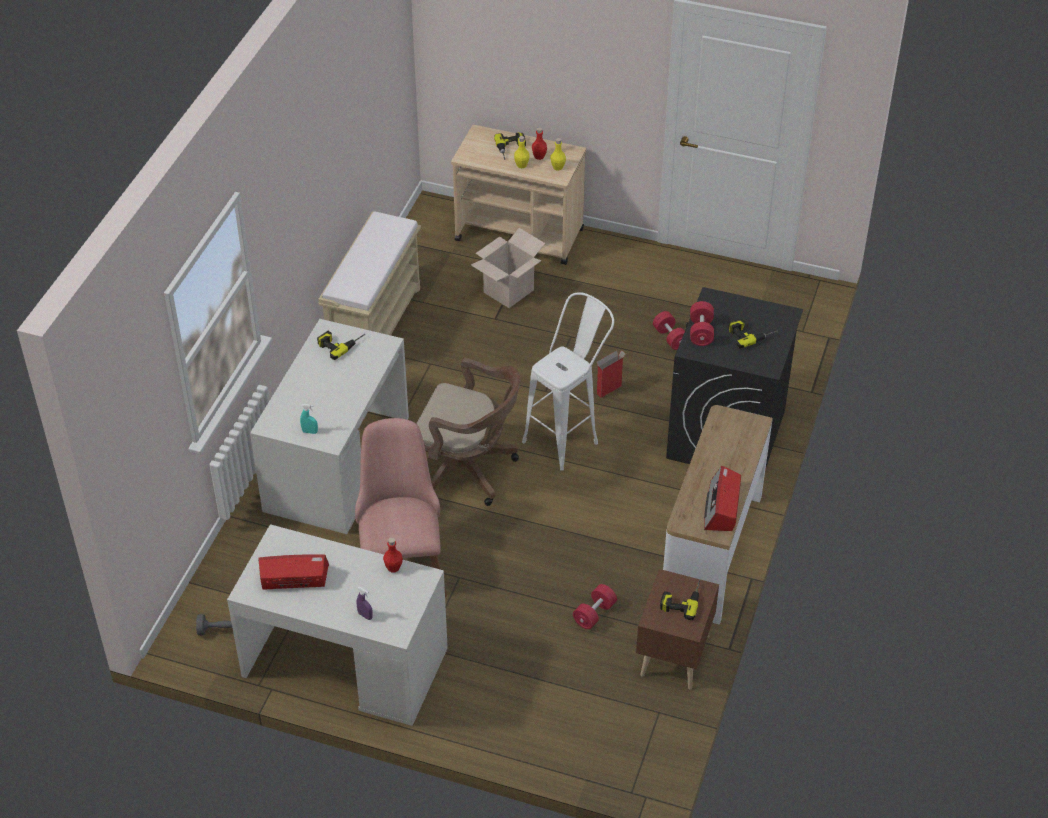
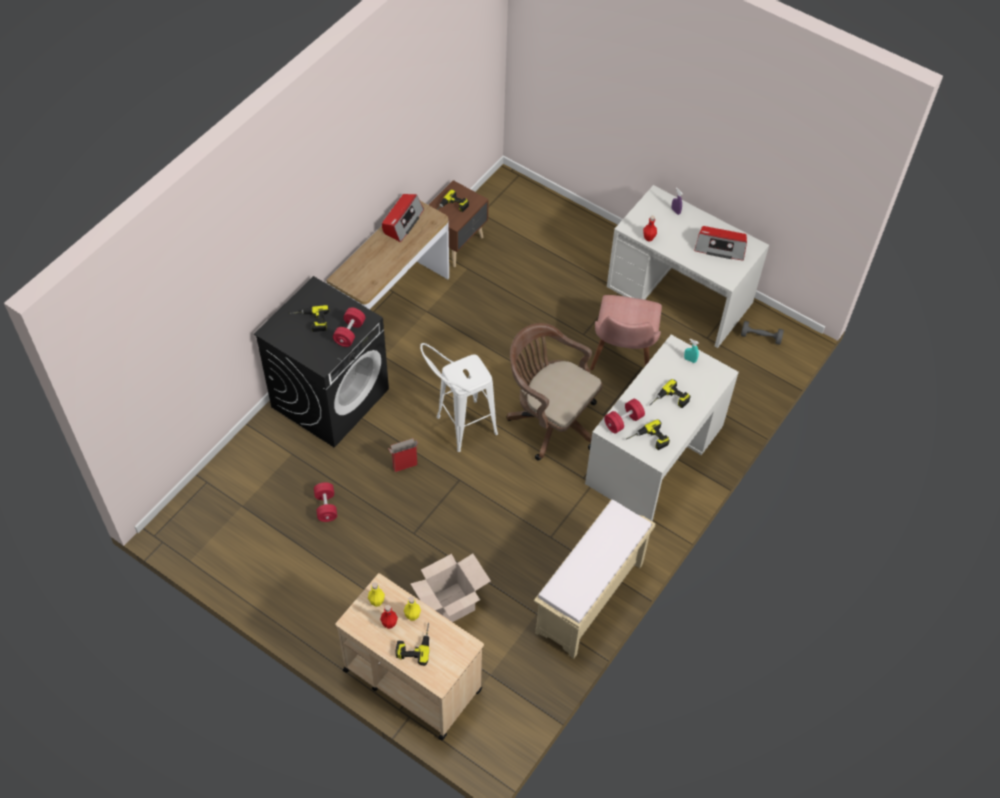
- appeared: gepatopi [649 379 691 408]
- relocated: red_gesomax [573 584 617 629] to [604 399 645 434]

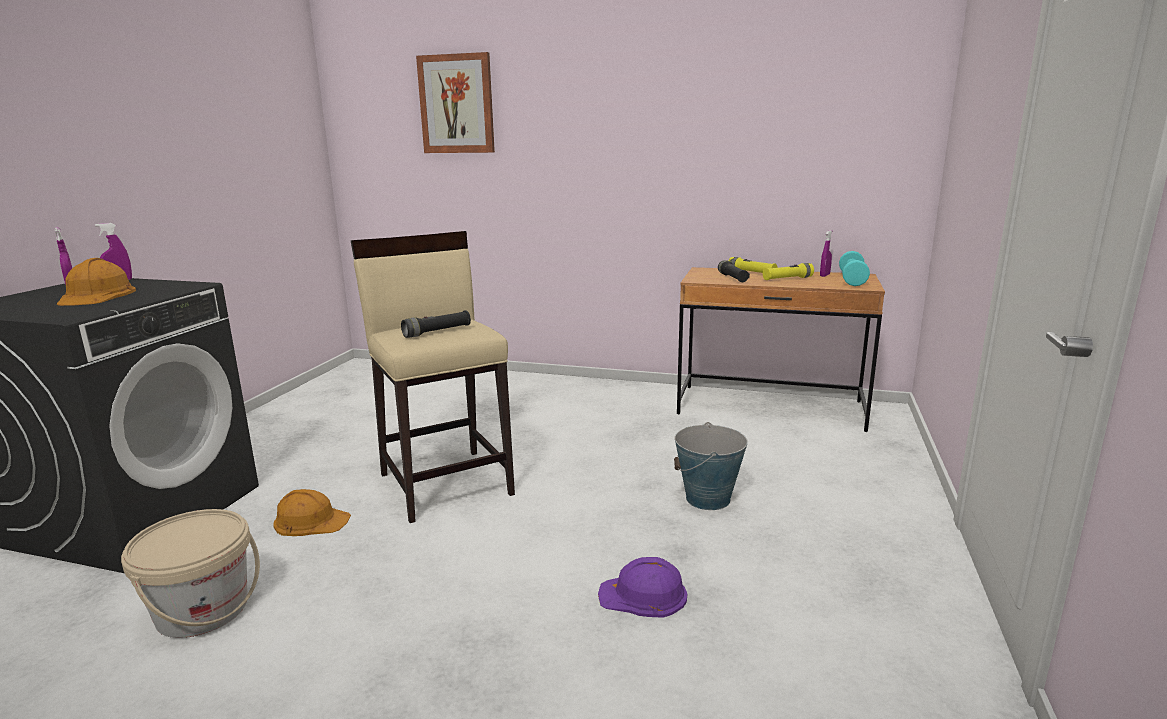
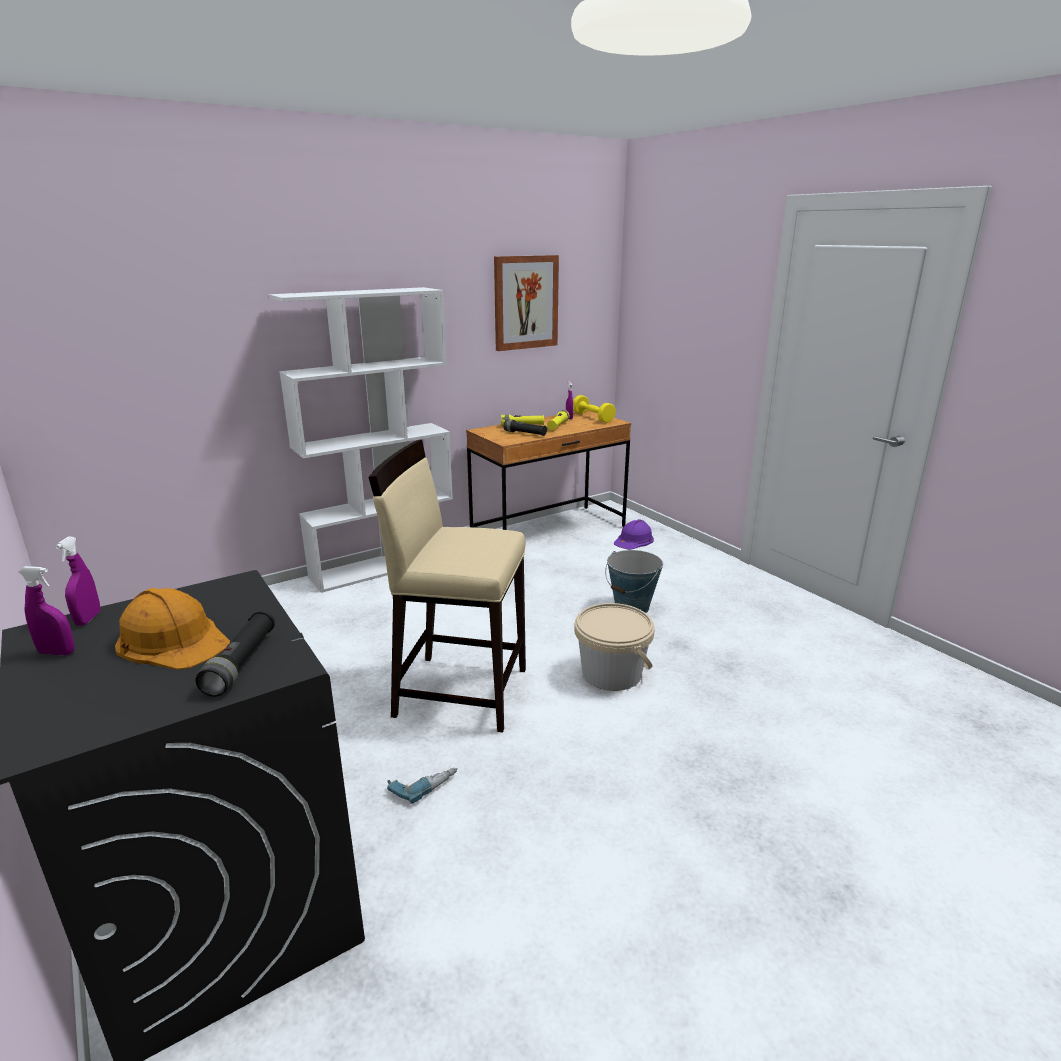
- appeared: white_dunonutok [269 287 453 593]
- relocated: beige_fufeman [121 509 260 638] to [574 603 655 691]
- relocated: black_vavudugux [401 310 471 338] to [195 611 275 697]
- relocated: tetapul [416 52 495 153] to [494 255 559 351]
- relocated: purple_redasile [598 557 687 618] to [614 519 654 550]
- exchanged: orange_redasile [273 489 351 536] to gepatopi [387 767 458 804]
- colour: turquoise_gesomax [839 251 870 286] to yellow_gesomax [573 395 616 423]

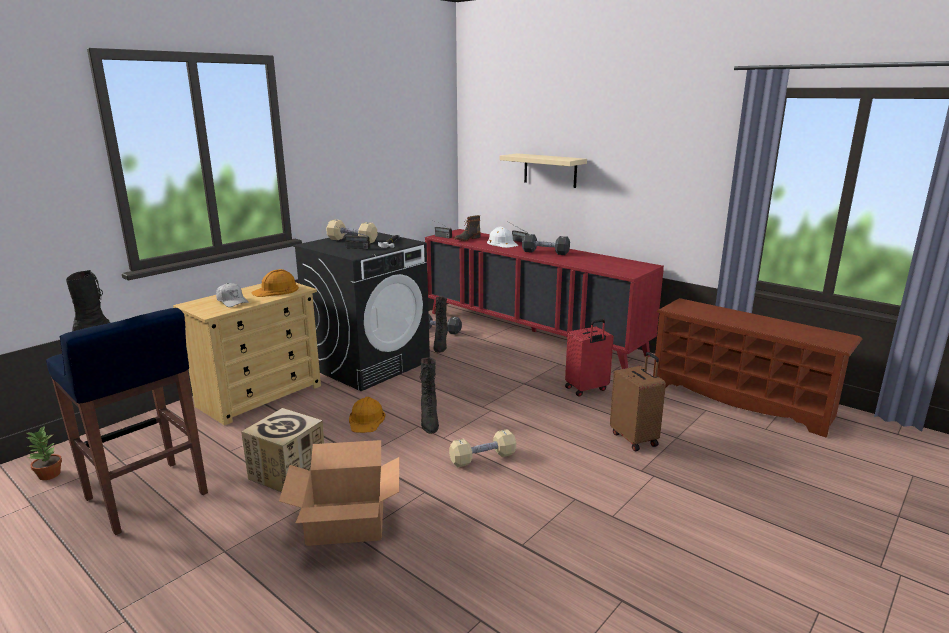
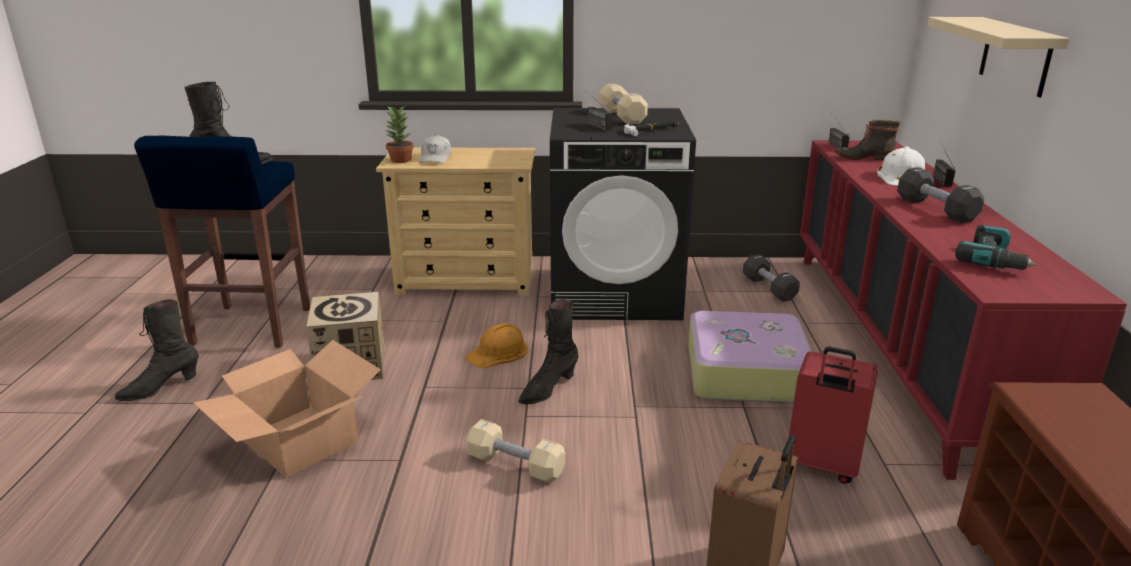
- missing: orange_redasile [251 269 299 297]
- appeared: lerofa [688 311 812 404]
- appeared: gepatopi [955 225 1037 270]
- relocated: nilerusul [25 425 62 480] to [386 106 414 163]
- relocated: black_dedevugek [433 296 448 353] to [115 299 199 401]

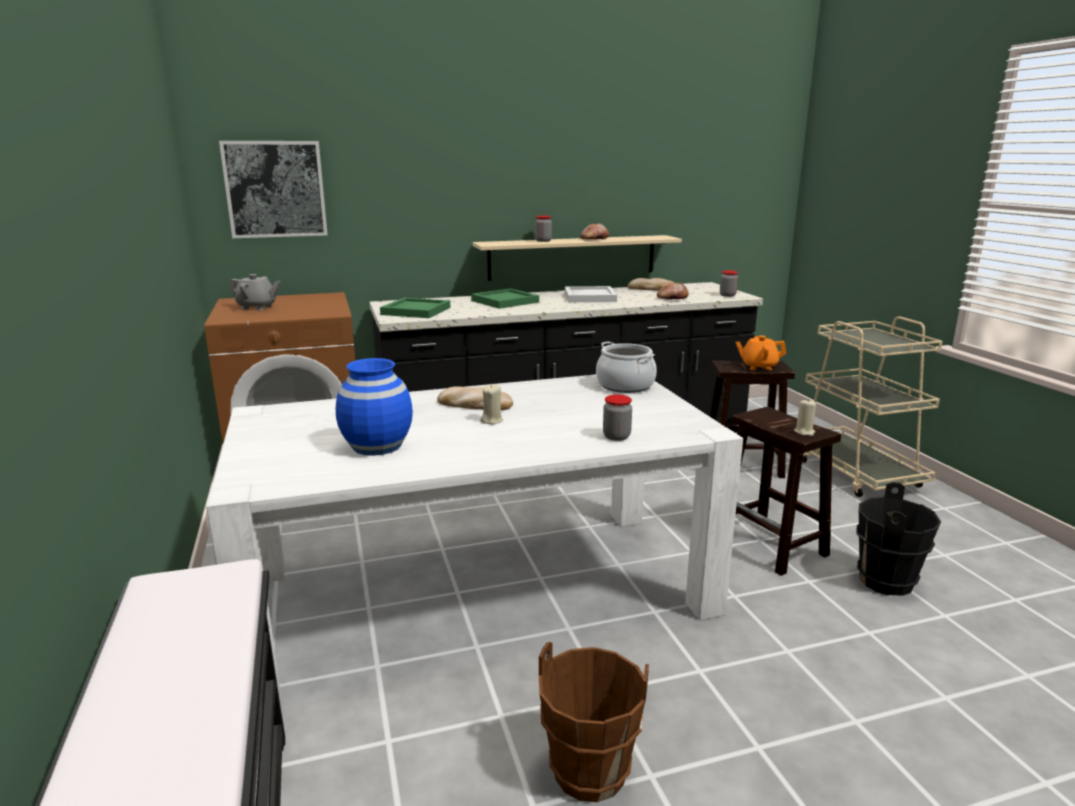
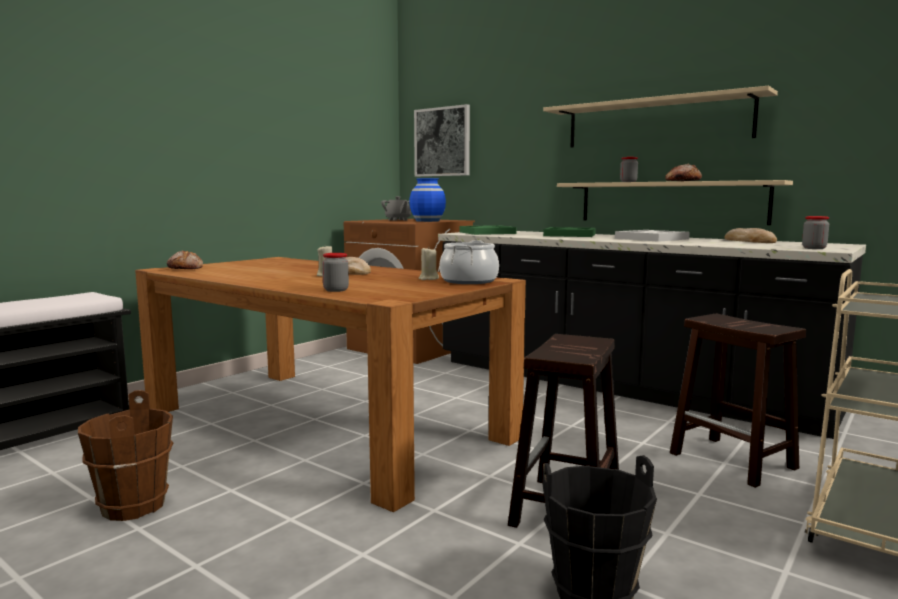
- missing: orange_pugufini [735 335 786 370]
- appeared: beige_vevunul [543 86 778 148]
- relocated: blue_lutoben [336 358 413 456] to [409 178 446 222]
- relocated: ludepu [657 283 689 300] to [167 251 203 269]
- relocated: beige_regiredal [794 399 816 436] to [419 246 439 280]
- colour: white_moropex [206 374 743 693] to brown_moropex [135 257 526 512]

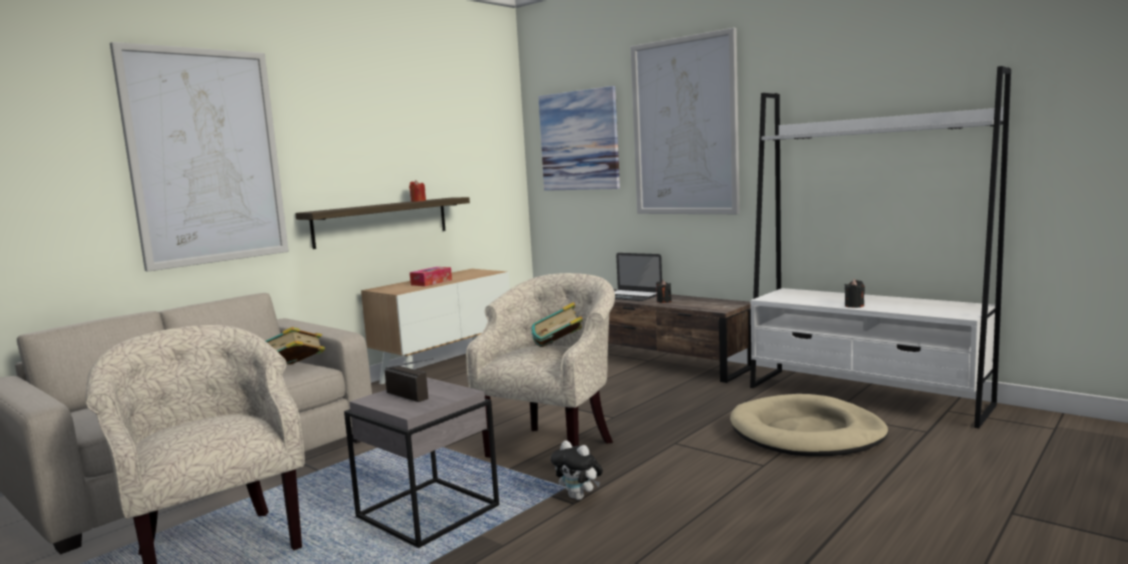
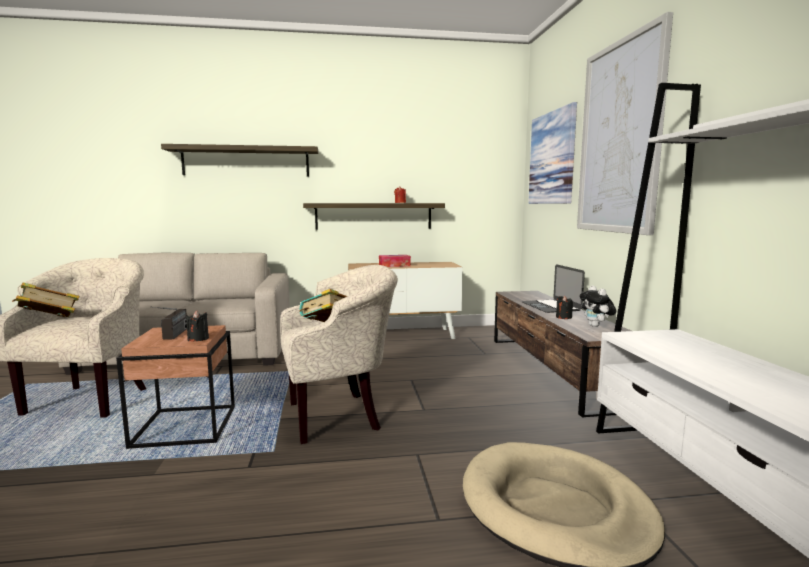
- relocated: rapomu [266 327 325 365] to [12 283 80 317]
- relocated: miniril [551 440 603 500] to [579 285 616 327]
- relocated: black_regiredal [844 280 865 308] to [186 311 209 341]
- exchanged: tetapul [110 42 289 271] to vevunul [161 144 318 176]
- colour: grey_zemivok [344 378 499 548] to brown_zemivok [116 325 235 449]

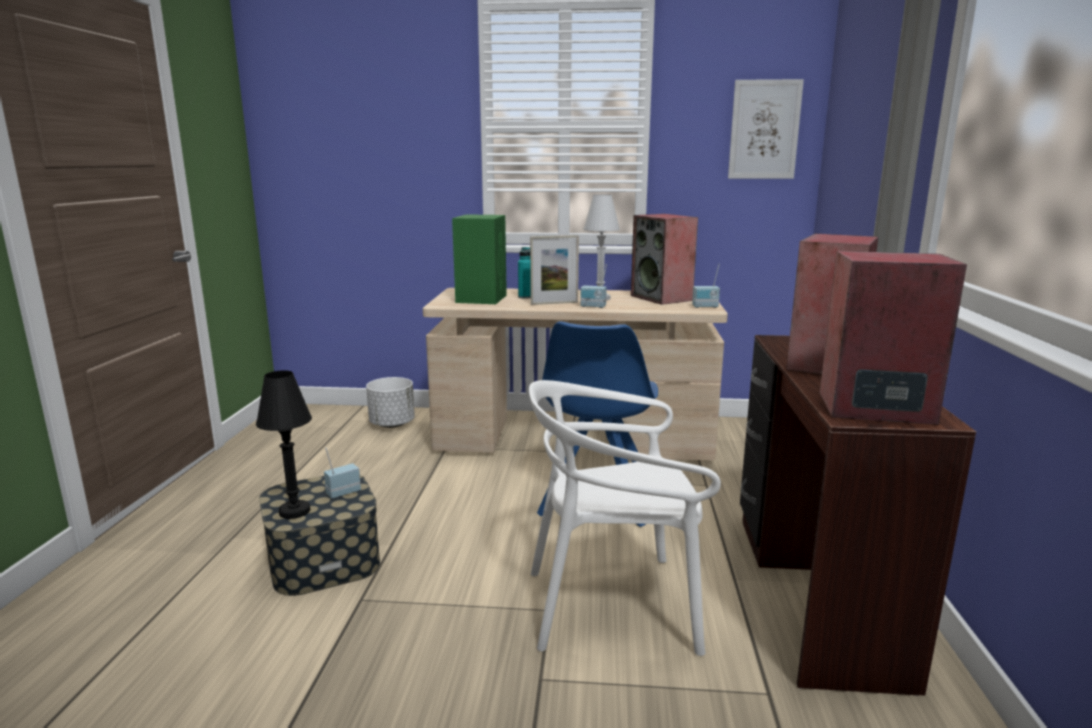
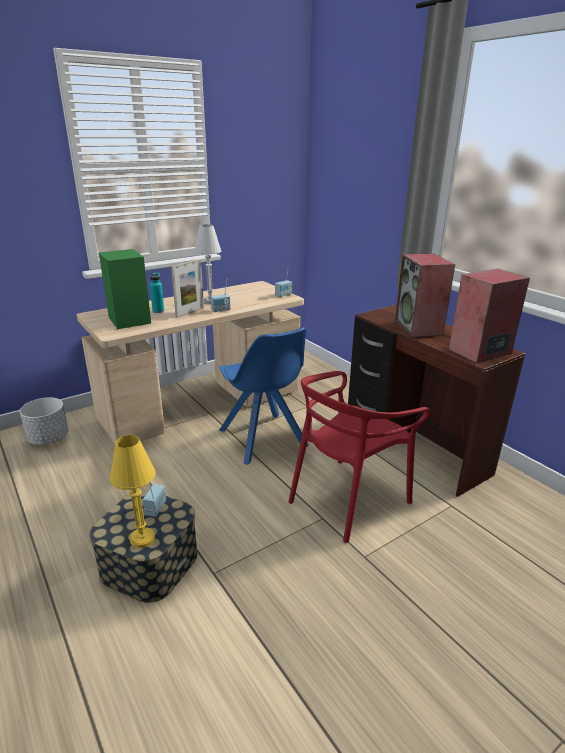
- missing: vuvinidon [631 214 698 305]
- missing: tetapul [728 79 804 179]
- colour: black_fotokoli [256 370 312 519] to yellow_fotokoli [110 435 155 548]
- colour: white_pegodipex [529 380 721 656] to red_pegodipex [288 371 430 543]

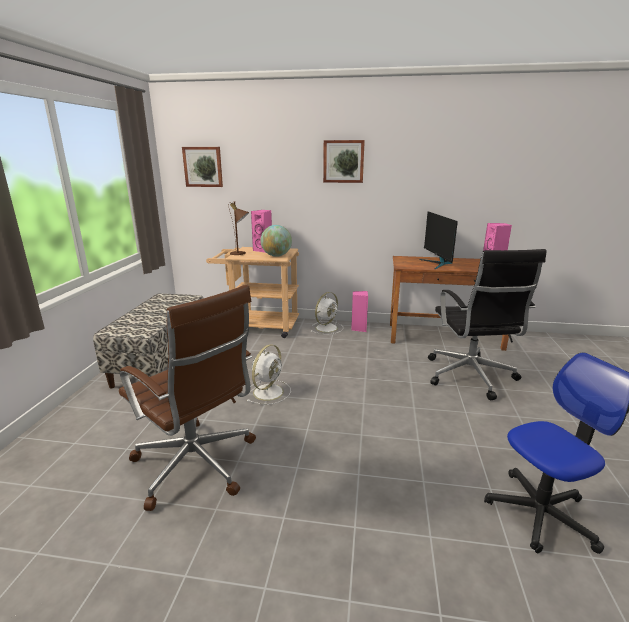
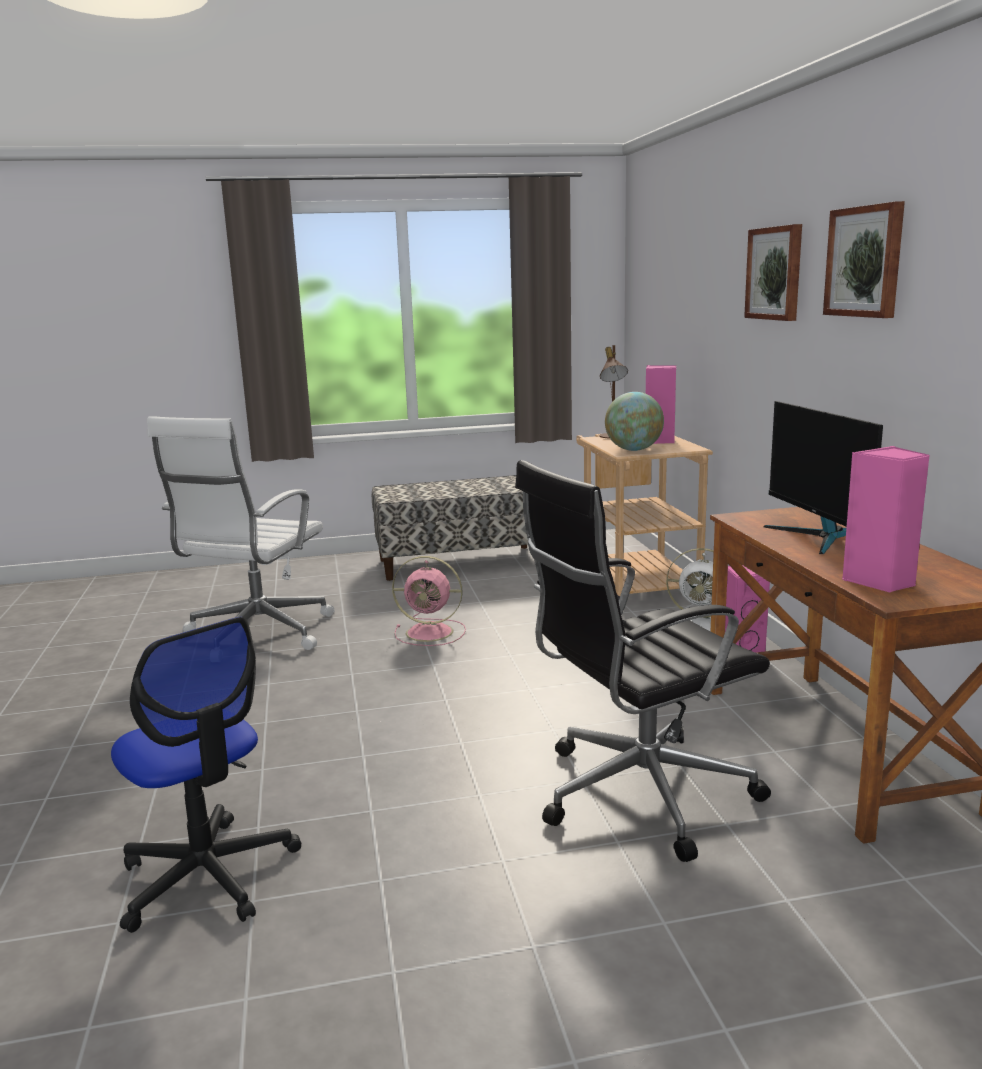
- relocated: tetapul [182 147 223 187] to [823 201 905 318]
- colour: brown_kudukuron [119 285 256 511] to white_kudukuron [147 416 334 650]
- colour: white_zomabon [247 344 291 405] to pink_zomabon [392 556 466 646]
- spun: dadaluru [419 211 458 269] = [763 401 883 554] 75 degrees counterclockwise

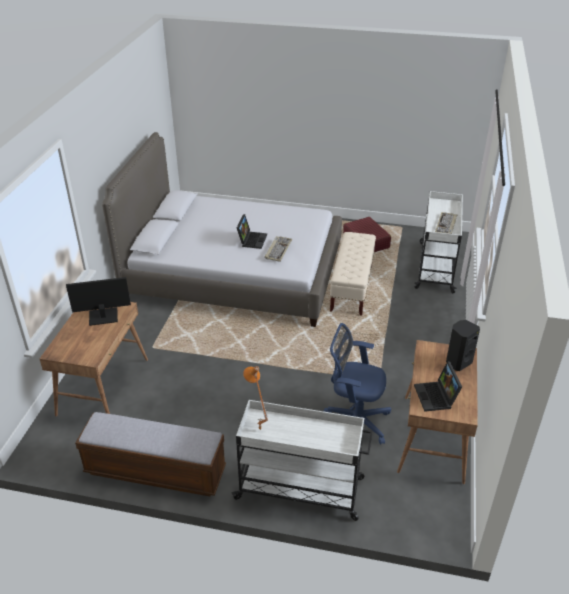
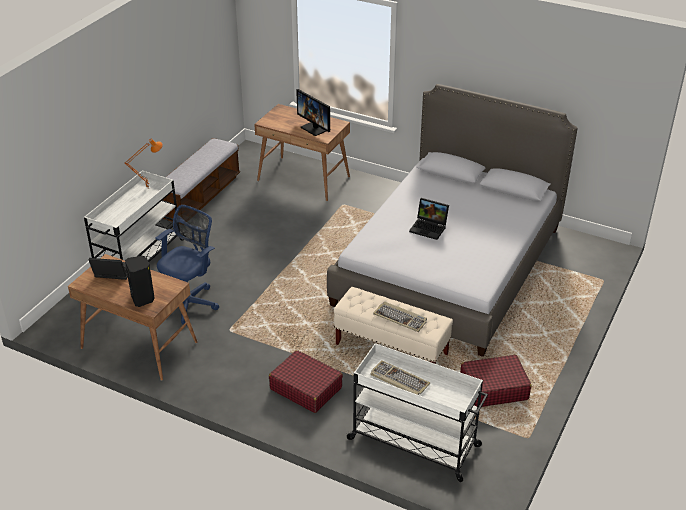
- appeared: red_lerofa [269 350 343 413]
- relocated: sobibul [265 236 292 262] to [373 301 427 332]
- spun: dadaluru [66 277 131 326] = [296 89 330 136] 135 degrees clockwise

